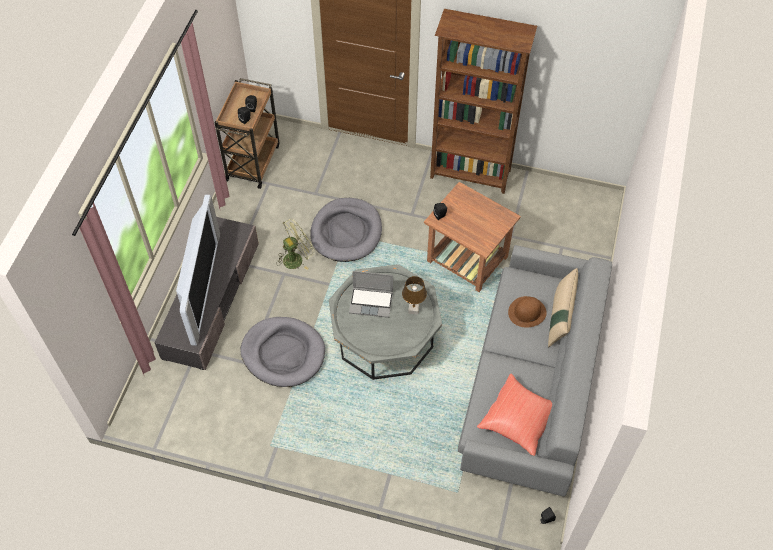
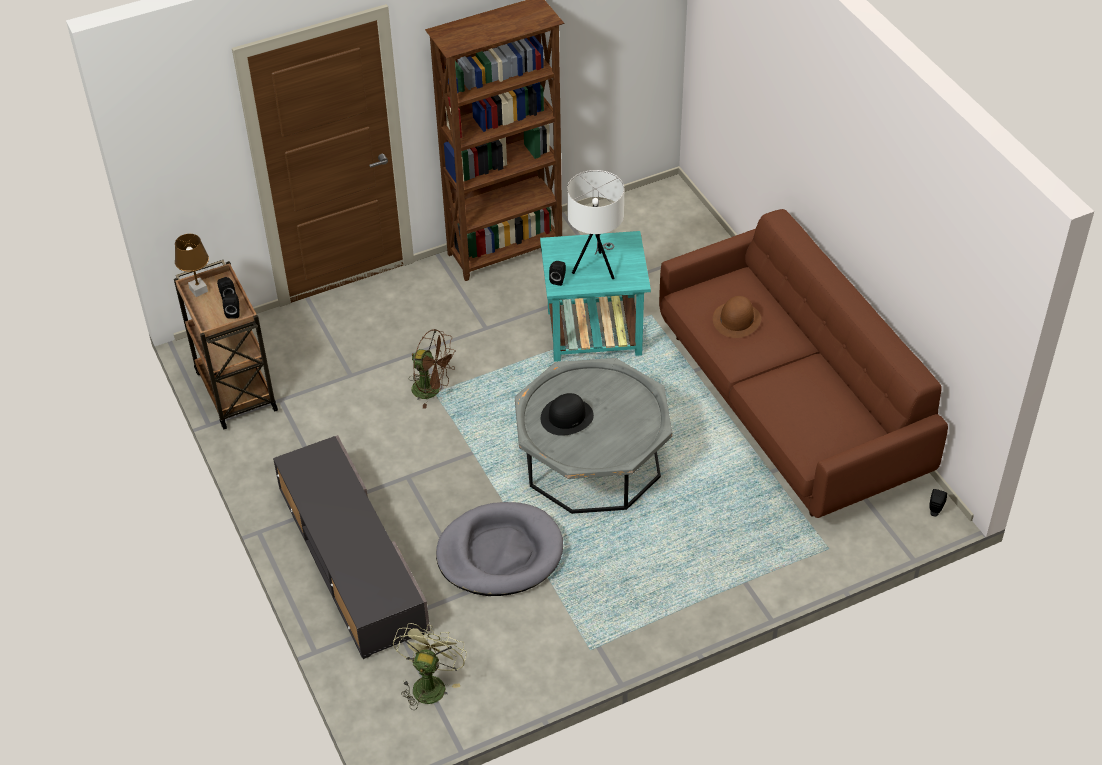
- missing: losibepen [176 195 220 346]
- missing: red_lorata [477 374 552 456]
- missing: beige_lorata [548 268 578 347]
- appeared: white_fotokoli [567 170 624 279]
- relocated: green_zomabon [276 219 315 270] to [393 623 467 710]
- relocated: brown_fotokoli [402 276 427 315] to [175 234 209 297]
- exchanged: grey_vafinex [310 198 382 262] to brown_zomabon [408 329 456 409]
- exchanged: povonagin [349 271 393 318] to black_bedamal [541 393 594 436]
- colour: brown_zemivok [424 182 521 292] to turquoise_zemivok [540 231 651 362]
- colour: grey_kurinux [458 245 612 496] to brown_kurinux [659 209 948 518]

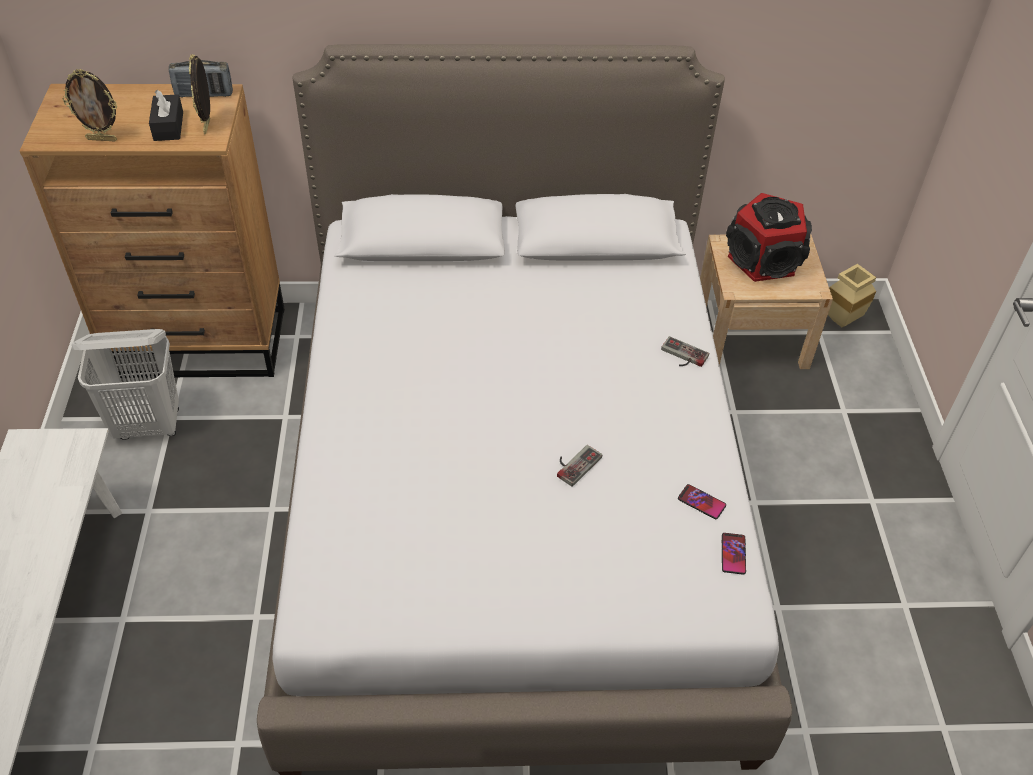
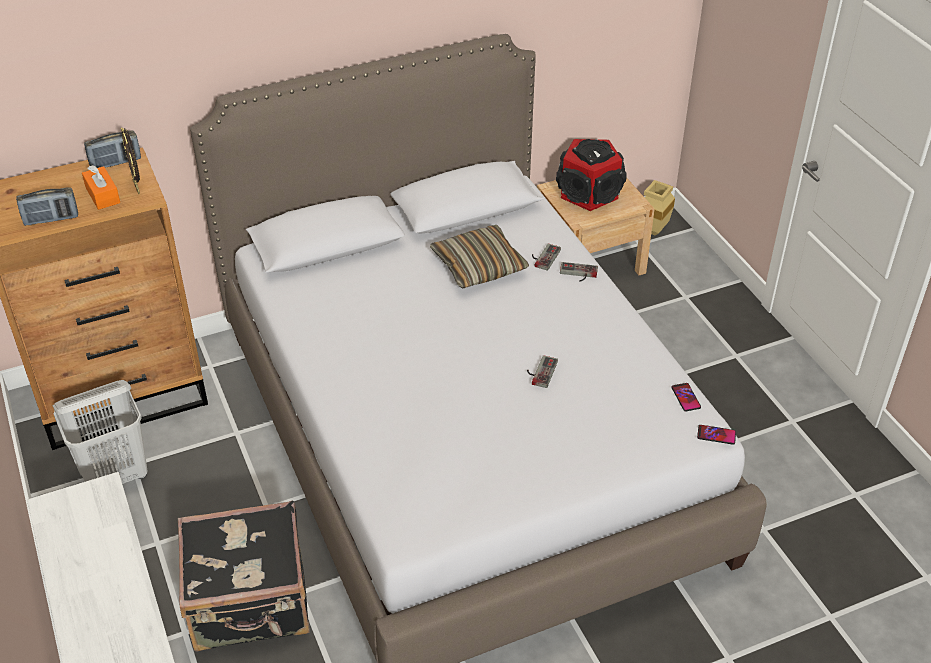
- appeared: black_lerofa [178 500 310 651]
- appeared: lorata [430 225 529 289]
- appeared: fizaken [532 244 561 271]
- relocated: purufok [678 484 726 519] to [697 425 736 445]
- exchanged: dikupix [63 69 117 142] to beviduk [16 187 78 226]
- colour: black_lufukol [149 90 183 141] to orange_lufukol [82 165 120 210]

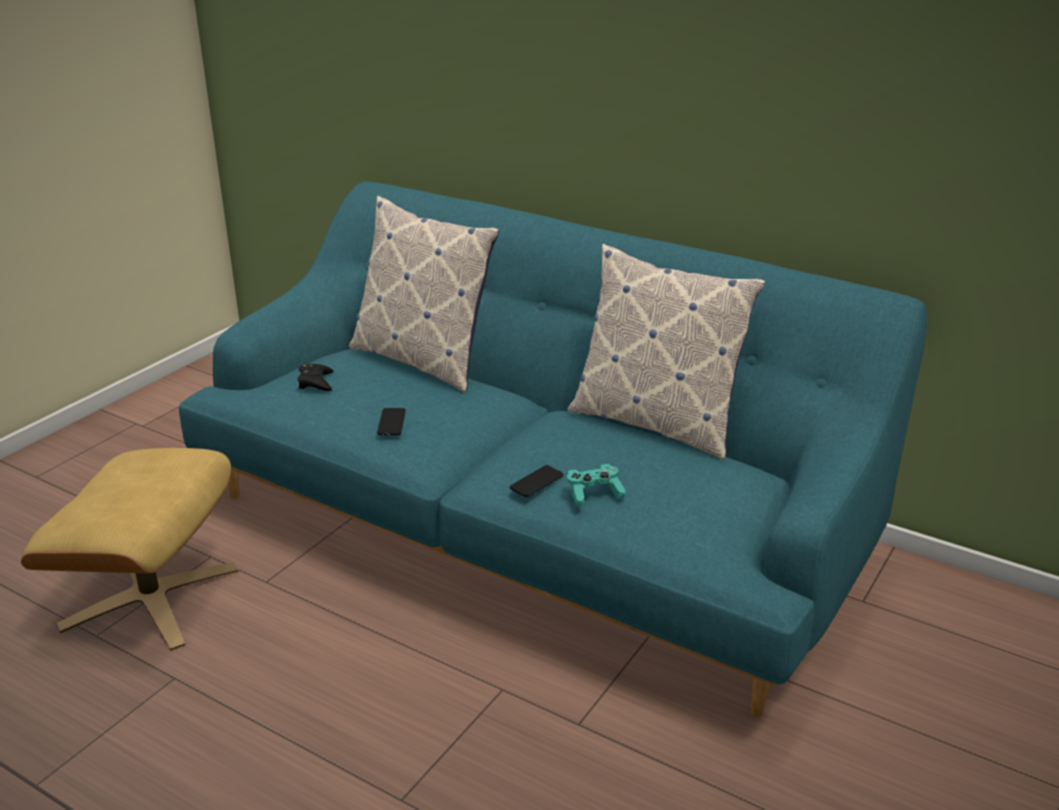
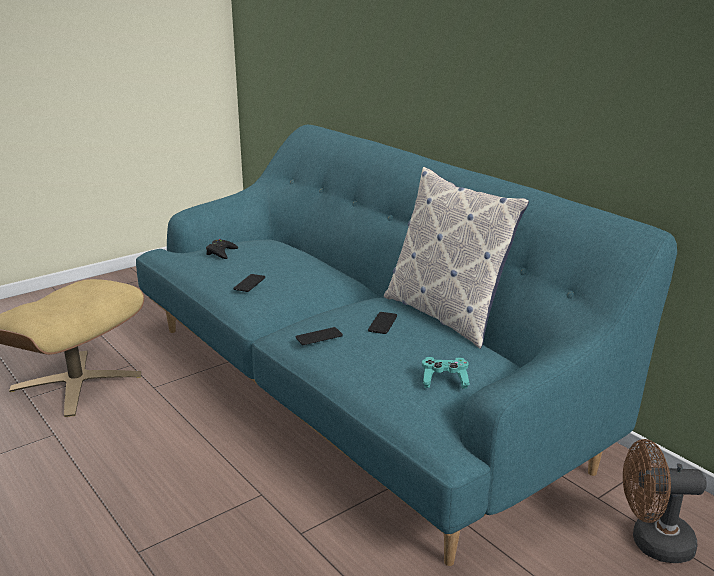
- missing: lorata [349 196 499 393]
- appeared: purufok [368 312 397 334]
- appeared: brown_zomabon [623 439 707 563]
- relocated: turquoise_fizaken [567 464 626 507] to [422 357 470 389]

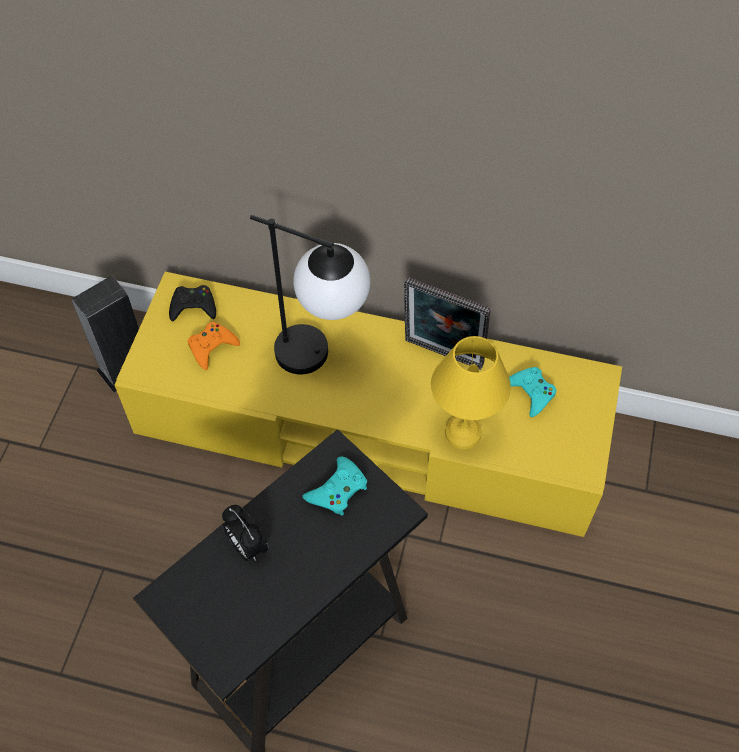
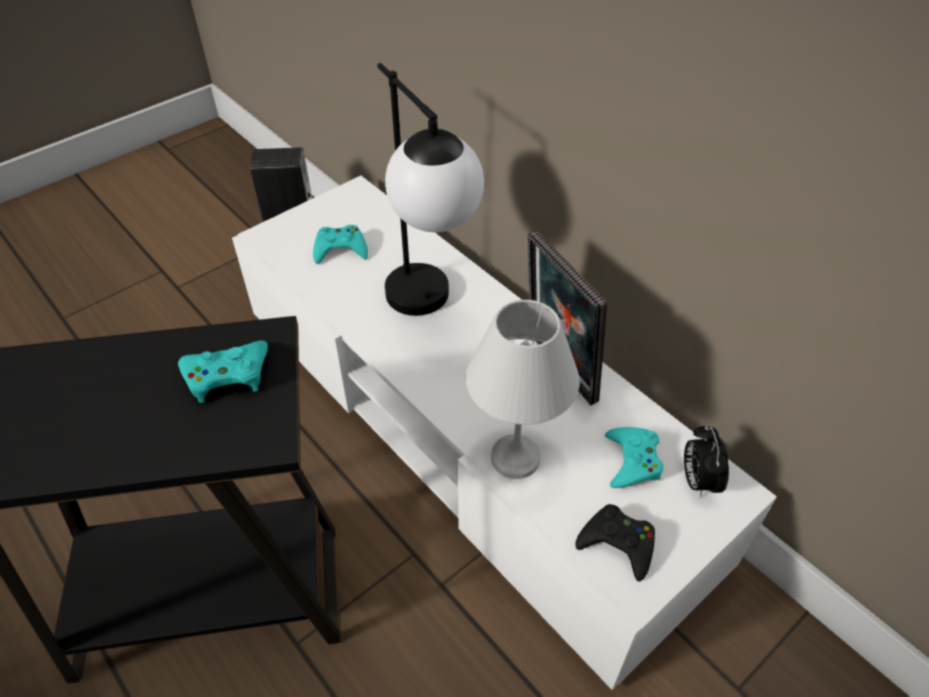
- relocated: black_fizaken [169 285 216 321] to [575 504 655 582]
- relocated: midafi [222 505 270 561] to [684 426 729 498]
- colour: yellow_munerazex [115 272 622 537] to white_munerazex [232 176 777 690]
- colour: orange_fizaken [188 322 240 370] to turquoise_fizaken [313 225 368 264]
- colour: yellow_fotokoli [431 336 511 449] to white_fotokoli [466 300 580 479]

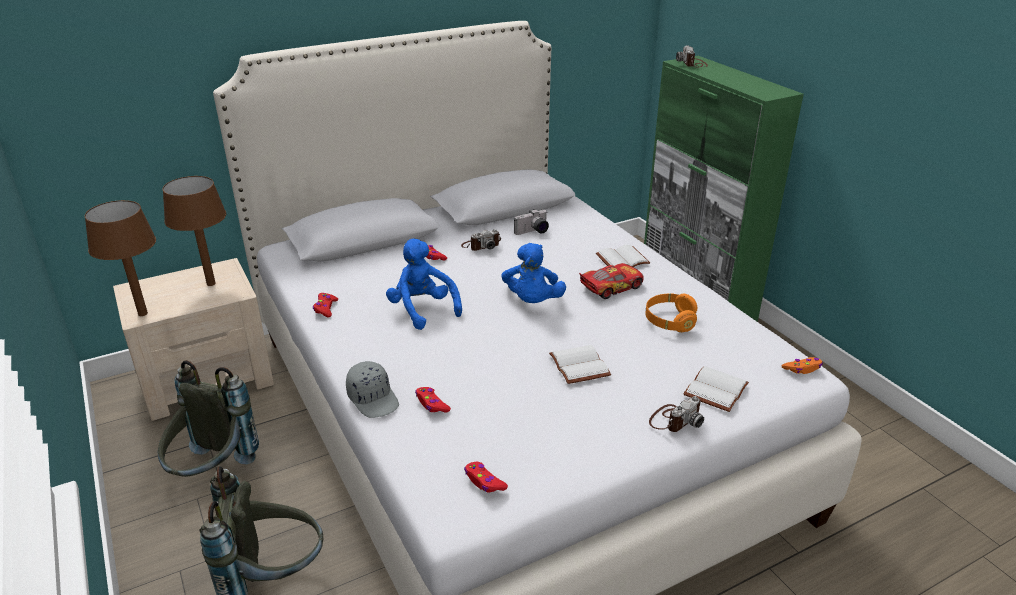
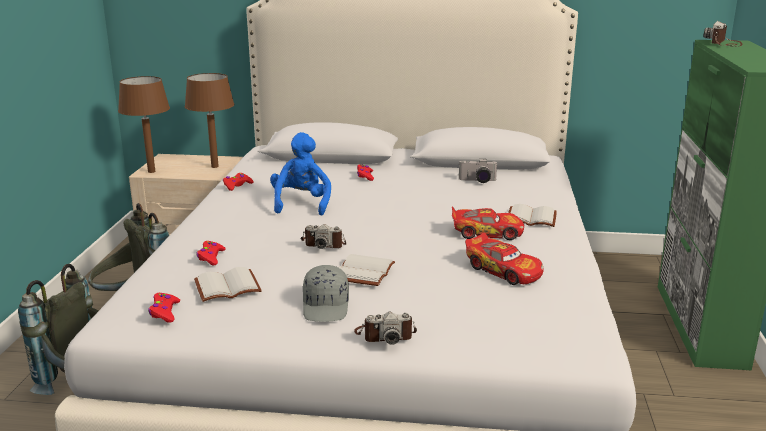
- missing: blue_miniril [502 243 566 303]
- missing: orange_fizaken [781 357 823 374]
- relocated: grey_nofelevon [346 361 399 418] to [303 265 349 322]
- relocated: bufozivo [461 229 501 251] to [301 224 346 249]
- relocated: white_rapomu [683 366 749 412] to [194 267 262 302]
- exchanged: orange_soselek [646 294 697 332] to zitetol [465 233 543 285]

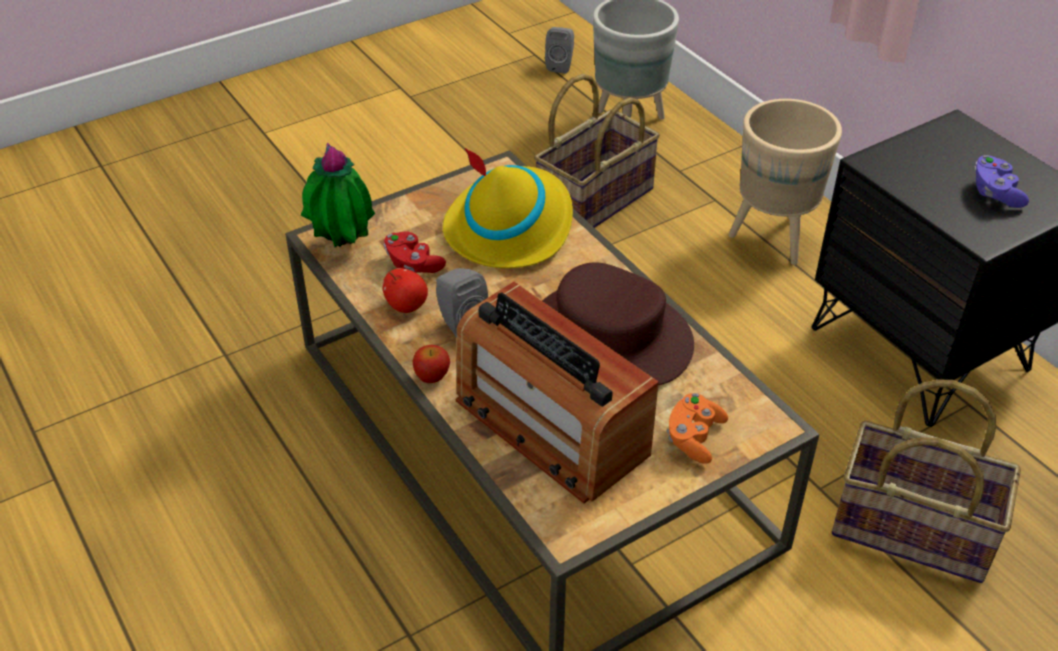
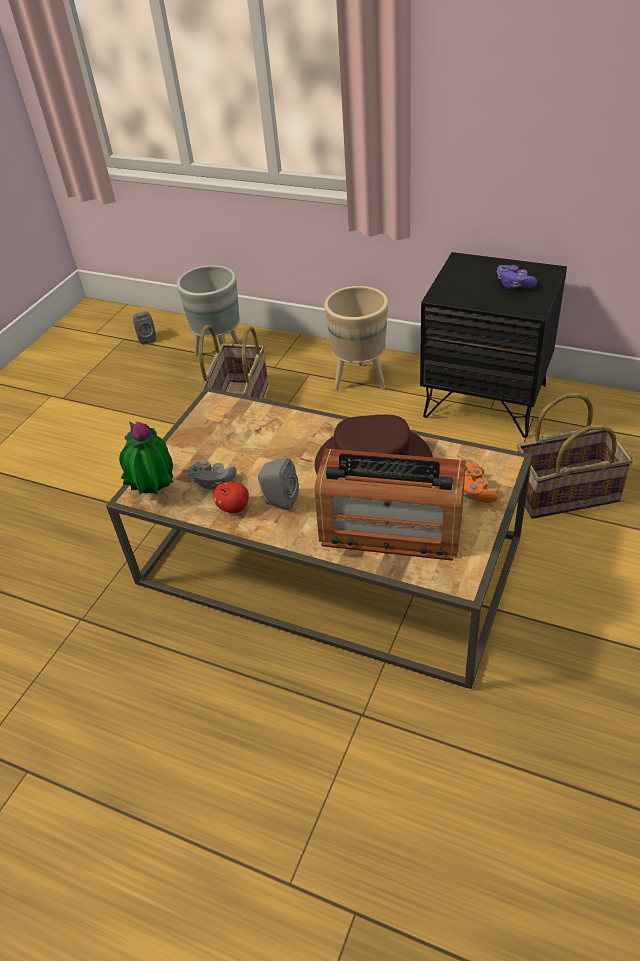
- missing: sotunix [412 345 450 383]
- missing: yellow_bedamal [443 148 573 268]
- colour: red_fizaken [384 232 446 273] to grey_fizaken [188 461 237 489]

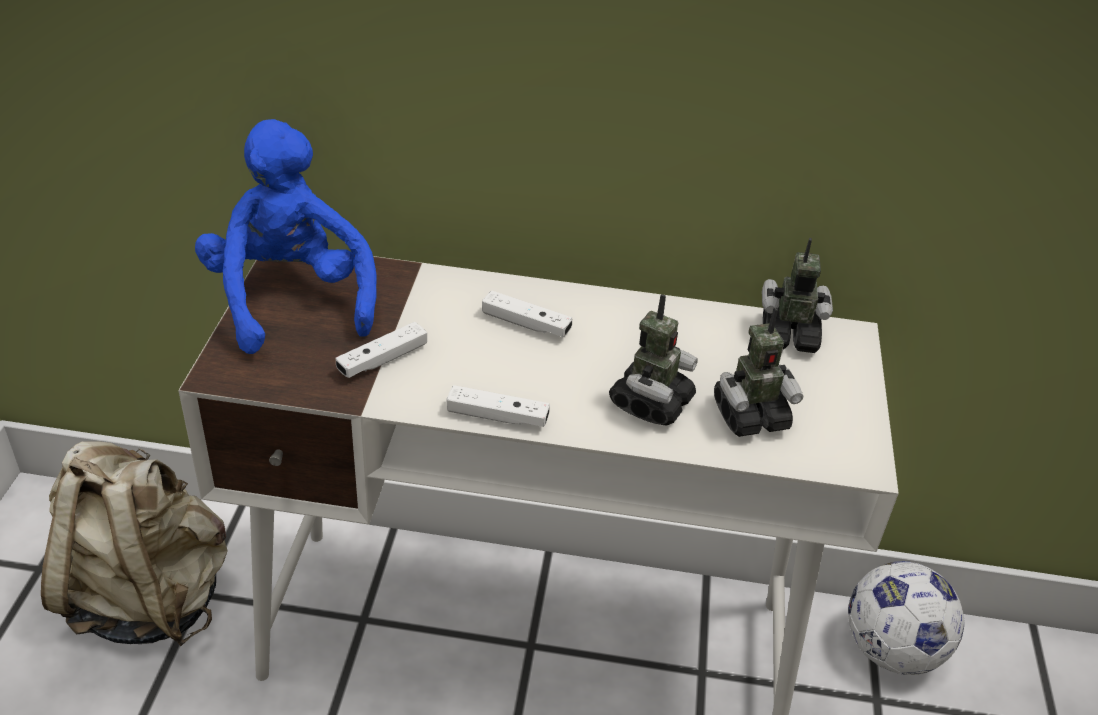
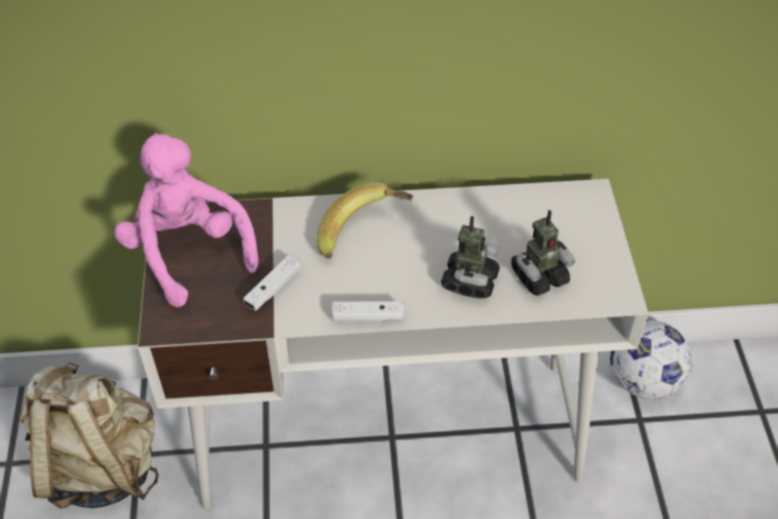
- missing: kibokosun [762 238 833 353]
- exchanged: white_fizaken [482 290 572 337] to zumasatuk [316 182 413 259]
- colour: blue_miniril [195 119 377 354] to pink_miniril [114 133 259 307]

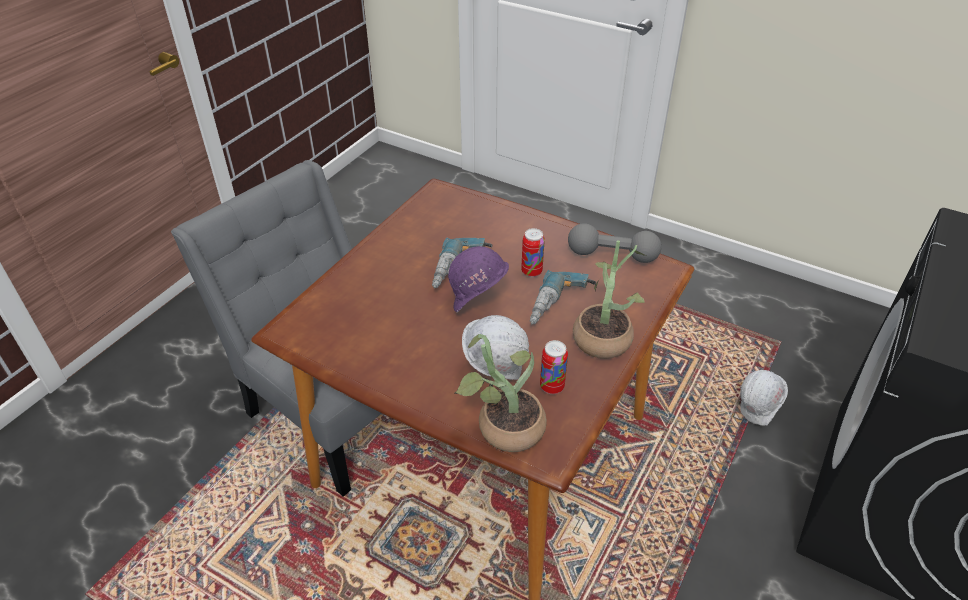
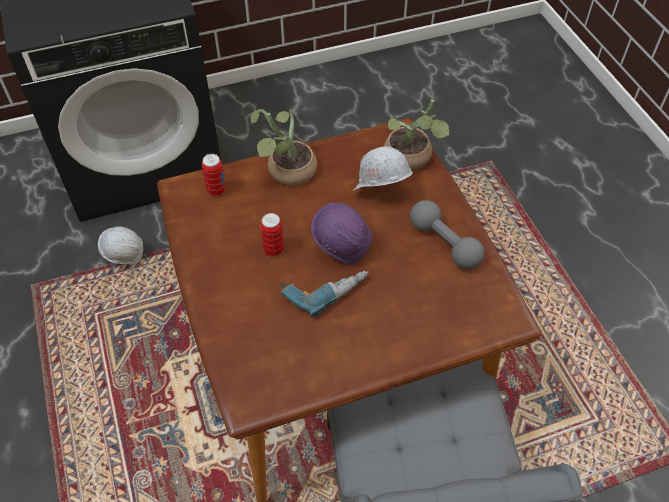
- missing: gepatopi [530 270 596 324]
- relocated: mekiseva [540 340 568 394] to [202 154 226 196]
- relocated: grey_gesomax [568 223 662 263] to [410 200 485 269]

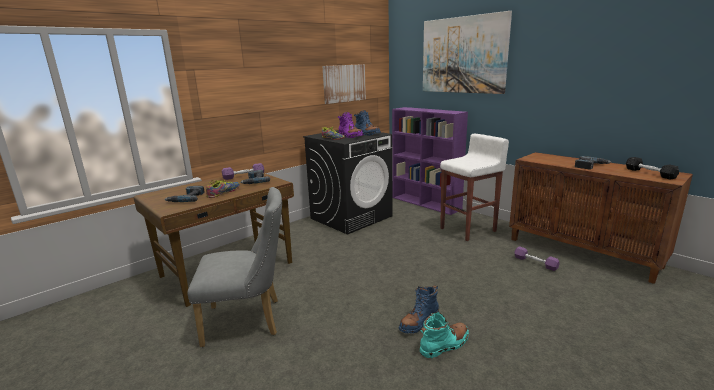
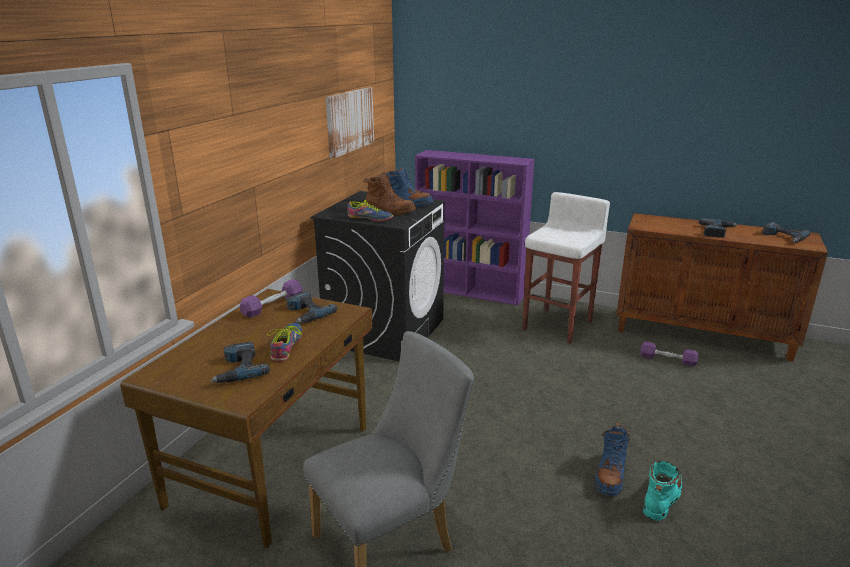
- missing: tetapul [423 11 512 94]
- exchanged: black_gesomax [626 157 679 180] to gepatopi [762 222 810 242]
- colour: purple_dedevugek [338 112 364 138] to brown_dedevugek [363 173 416 215]

